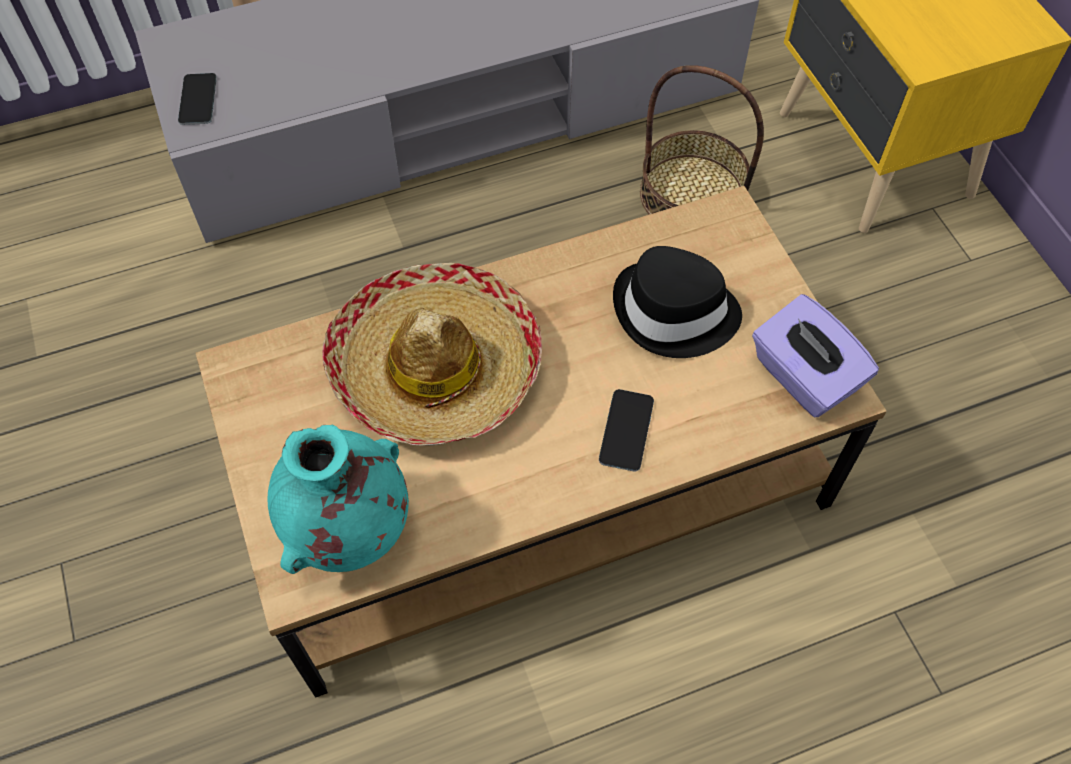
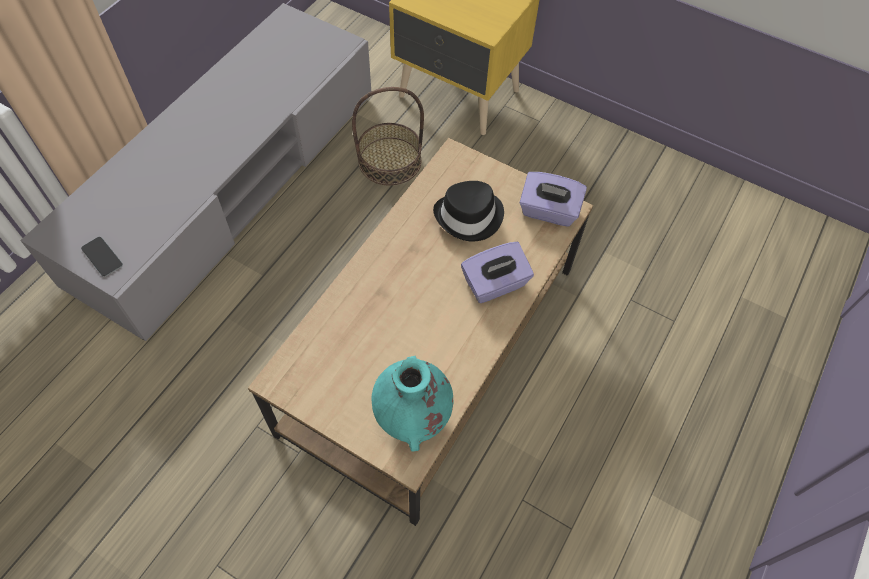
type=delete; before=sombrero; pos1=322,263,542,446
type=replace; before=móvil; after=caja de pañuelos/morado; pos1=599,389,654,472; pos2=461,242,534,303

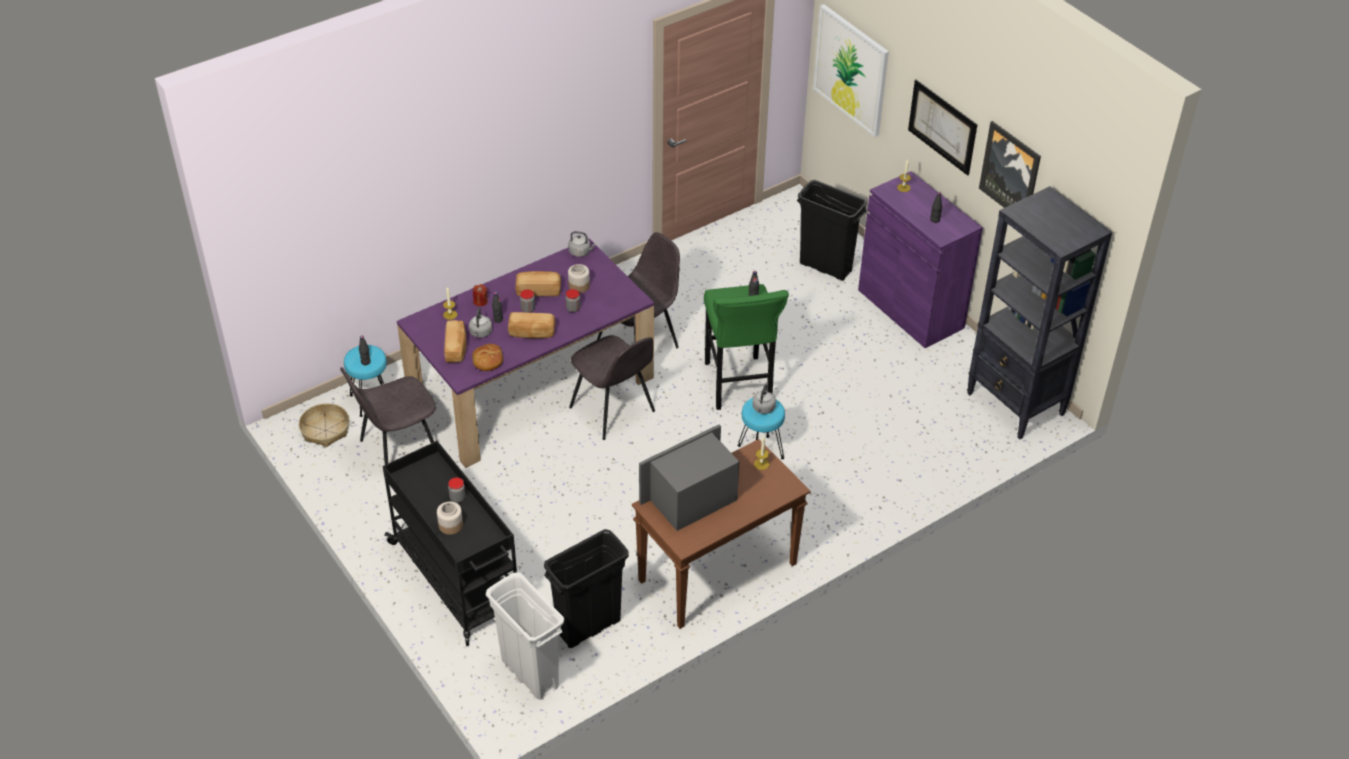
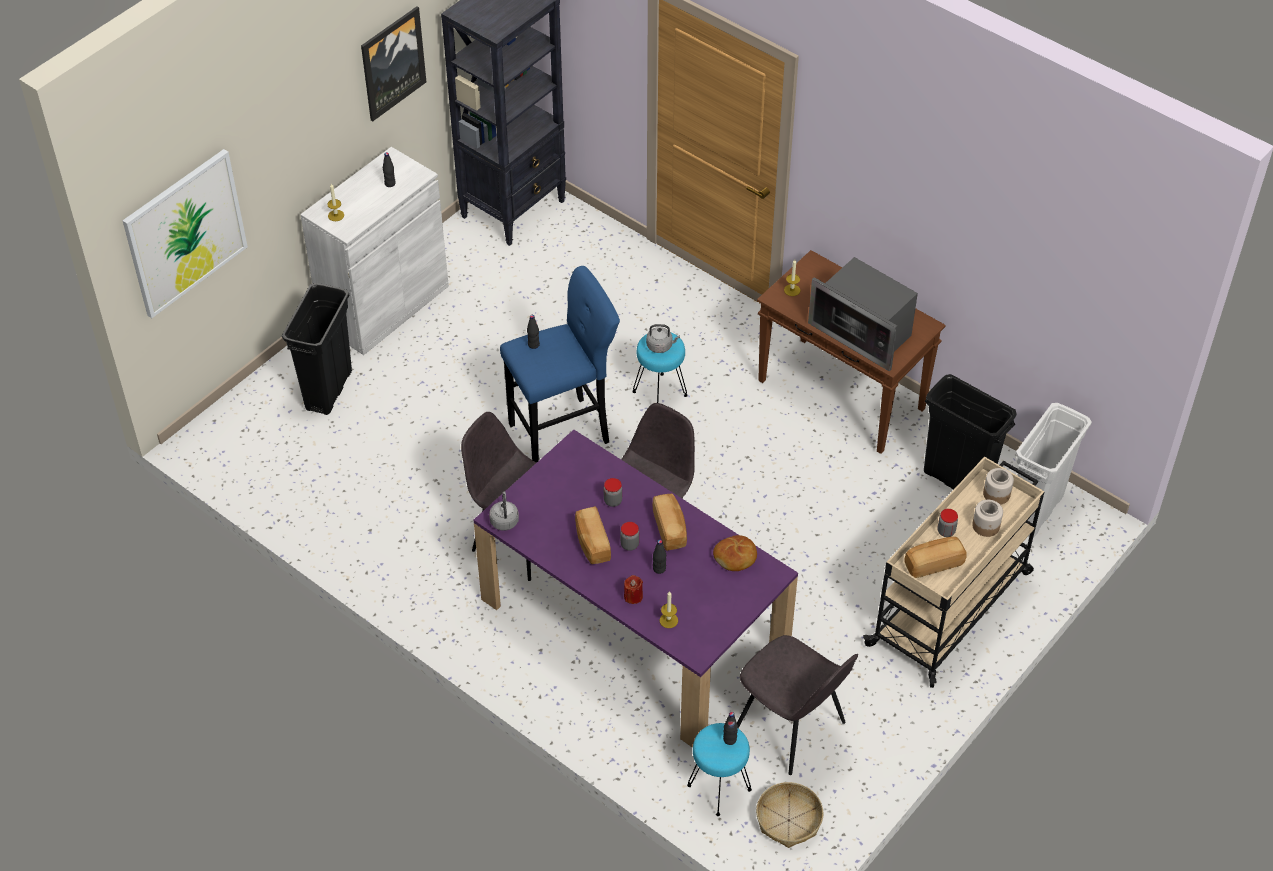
type=recolor; before=carrito/negro; after=carrito/beis; pos1=383,441,517,646; pos2=863,457,1044,688
type=move; before=pan; pos1=444,320,466,363; pos2=905,537,967,578
type=delete; before=hervidor/gris; pos1=469,308,492,338
type=move; before=tarro; pos1=568,264,590,293; pos2=983,468,1014,505
type=recolor; before=taburete/verde; after=taburete/azul; pos1=704,284,789,410; pos2=500,266,620,463
type=recolor; before=armario/morado; after=armario/blanco; pos1=858,171,983,348; pos2=300,147,449,355
type=delete; before=cuadro; pos1=908,80,977,176

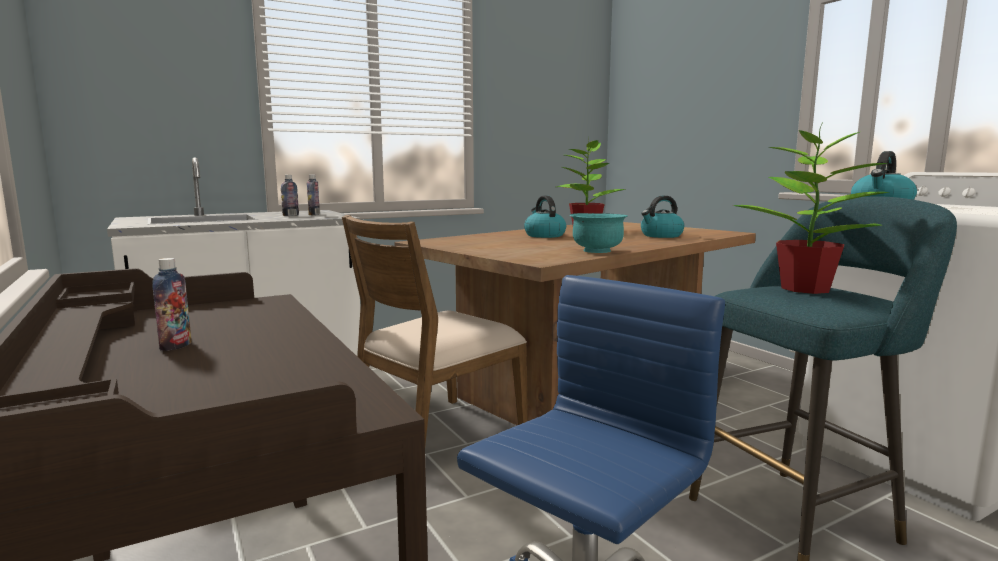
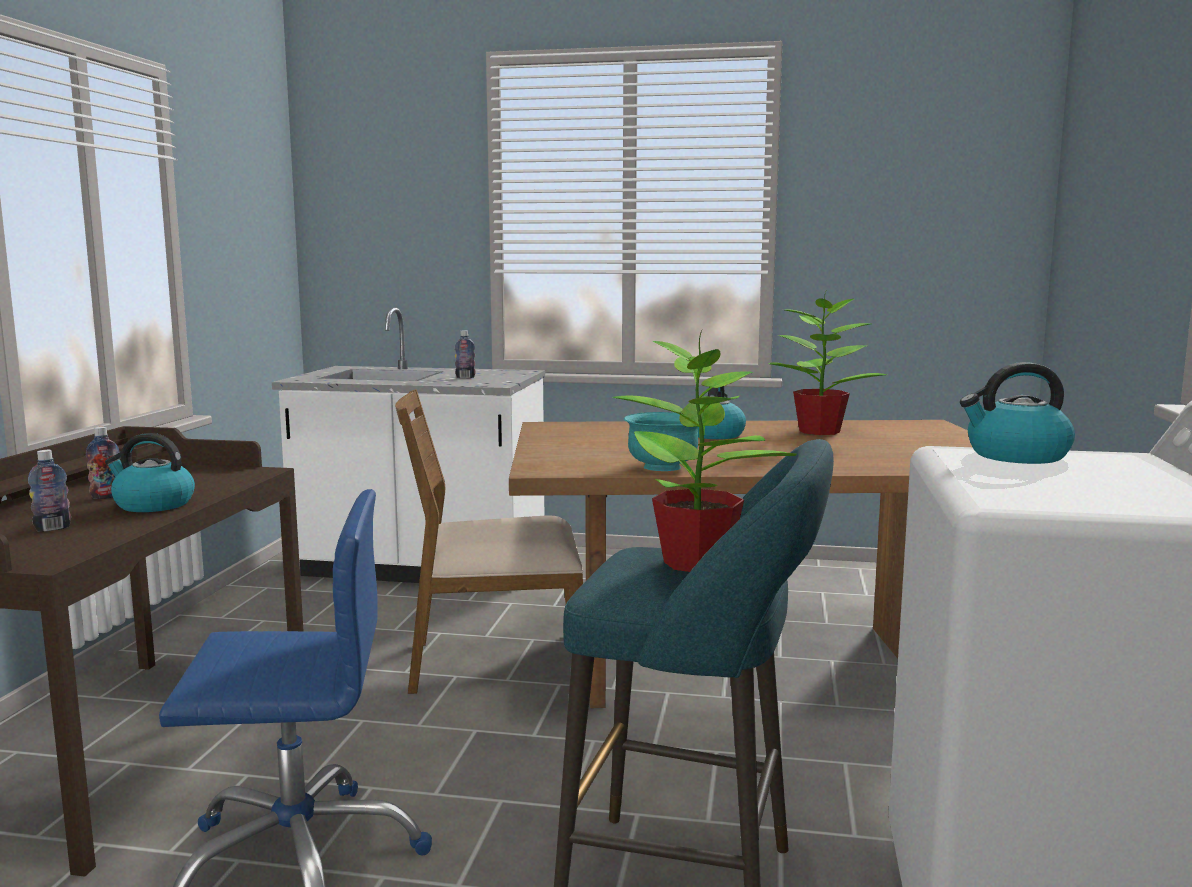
type=move; before=botella; pos1=307,175,320,215; pos2=28,450,71,532
type=move; before=hervidor; pos1=641,196,684,238; pos2=105,433,195,512

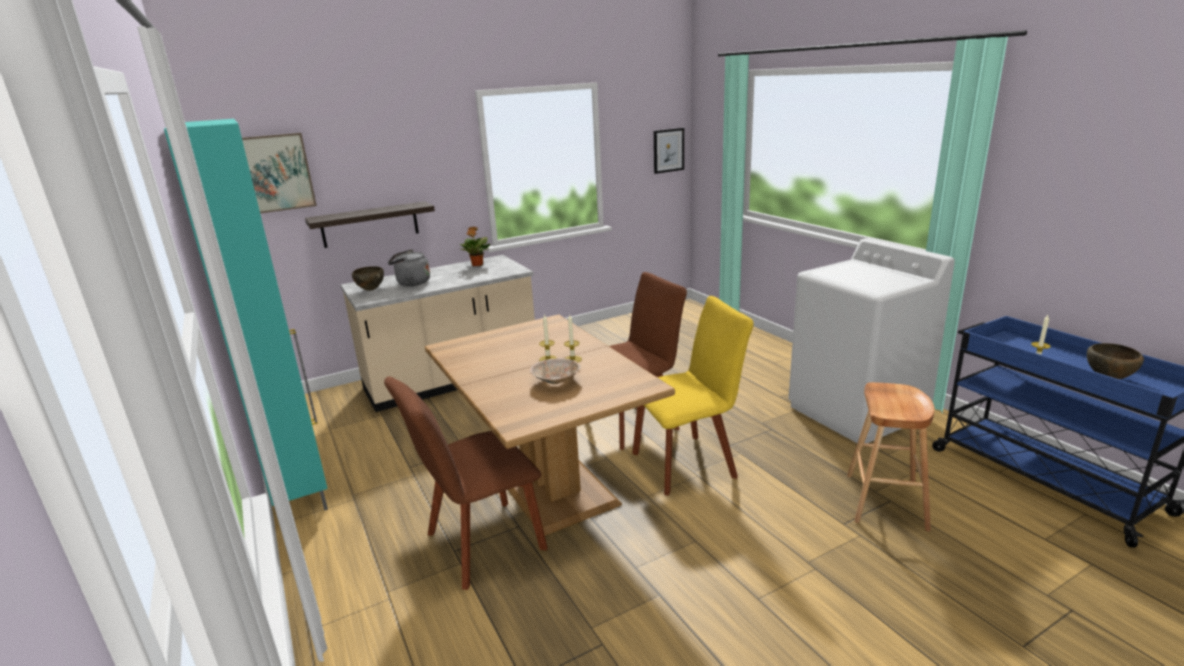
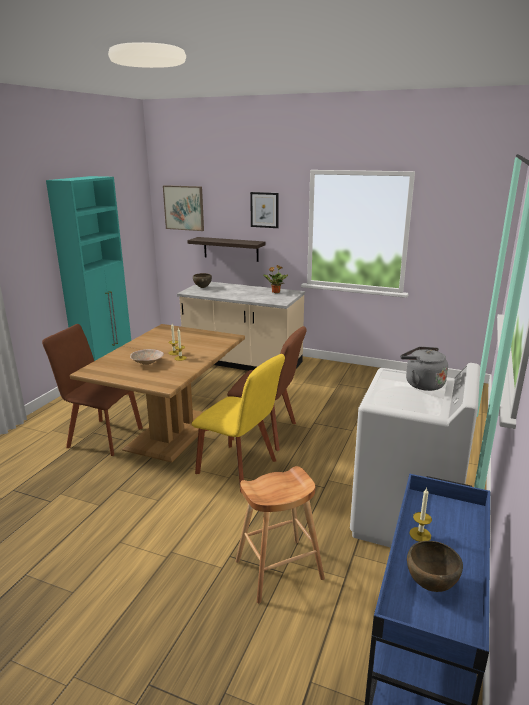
type=move; before=hervidor/gris; pos1=388,249,430,286; pos2=400,347,448,391
type=move; before=cuadro; pos1=654,128,684,174; pos2=250,192,279,228

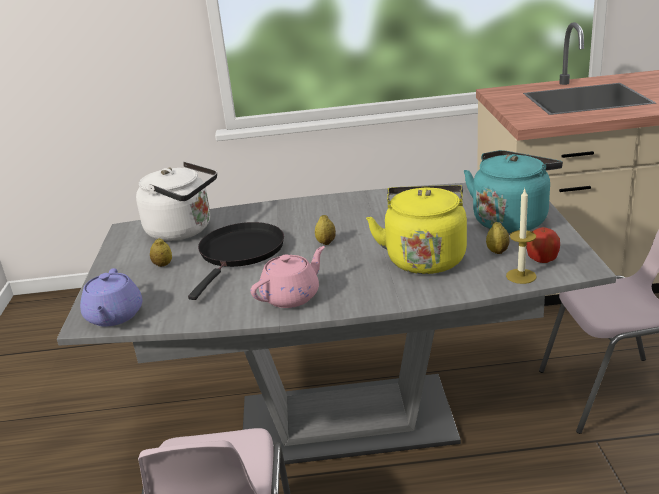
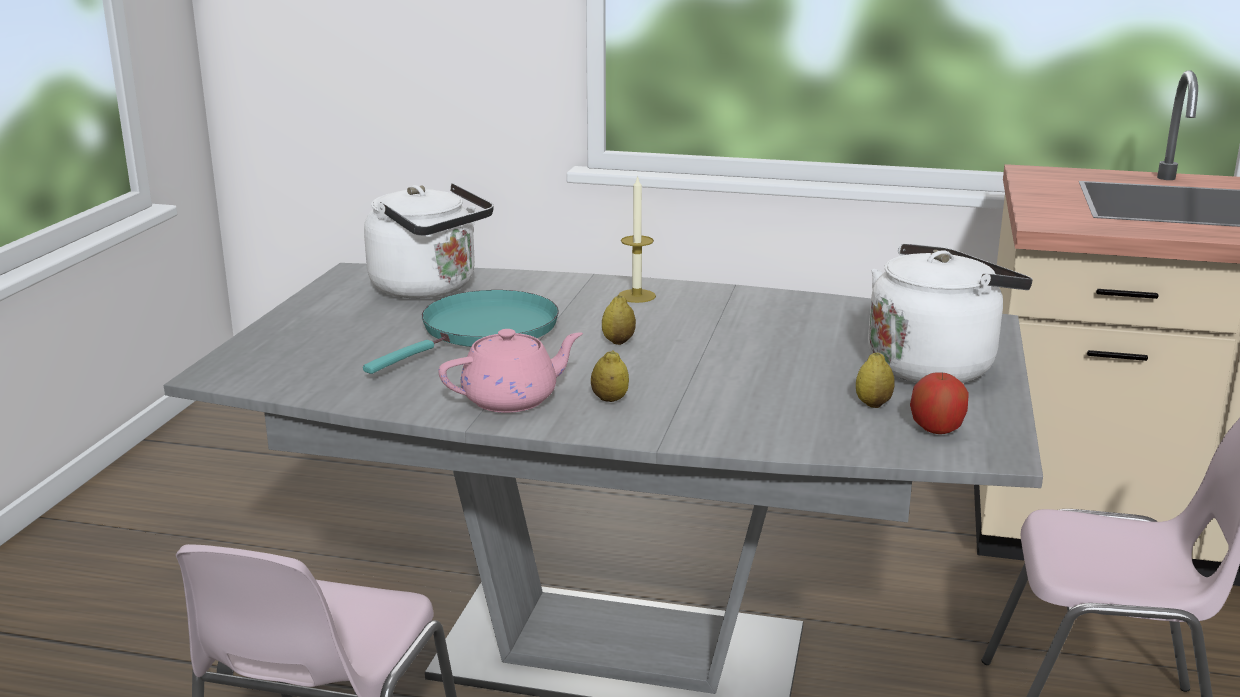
type=delete; before=tetera/morado; pos1=80,268,142,327
type=move; before=limón; pos1=150,238,172,267; pos2=591,350,629,402
type=recolor; before=sartén/negro; after=sartén/turquesa; pos1=188,222,284,300; pos2=363,290,559,374
type=delete; before=hervidor/amarillo; pos1=366,185,467,274
type=recolor; before=hervidor/turquesa; after=hervidor/blanco; pos1=464,150,563,233; pos2=868,243,1033,383
type=move; before=vela; pos1=506,189,536,284; pos2=618,175,656,303

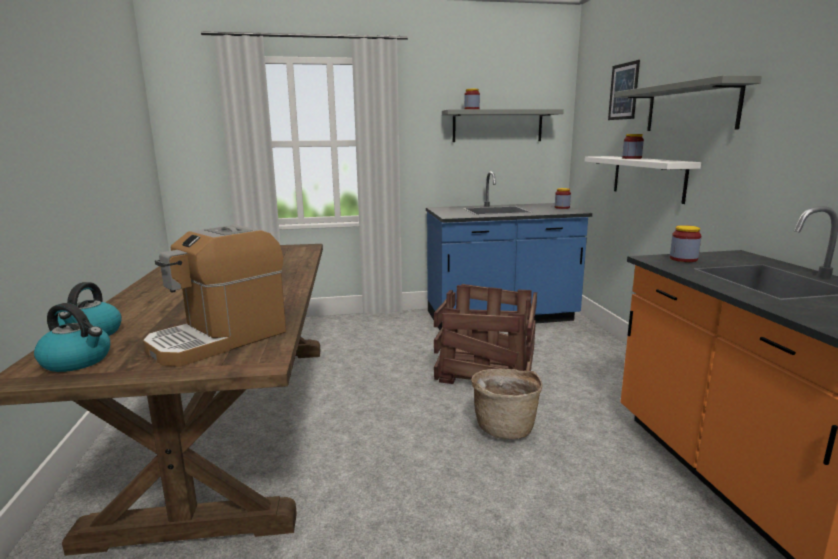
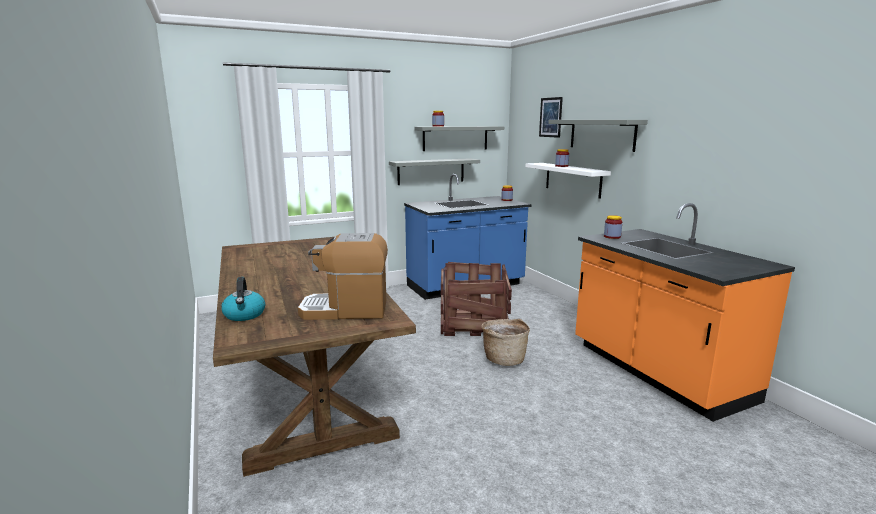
type=delete; before=hervidor; pos1=34,303,110,372
type=rotate; before=cafetera; pos1=143,225,286,366; pos2=298,233,388,320; turn=60
type=insert; after=estante/gris; pos2=389,158,480,185

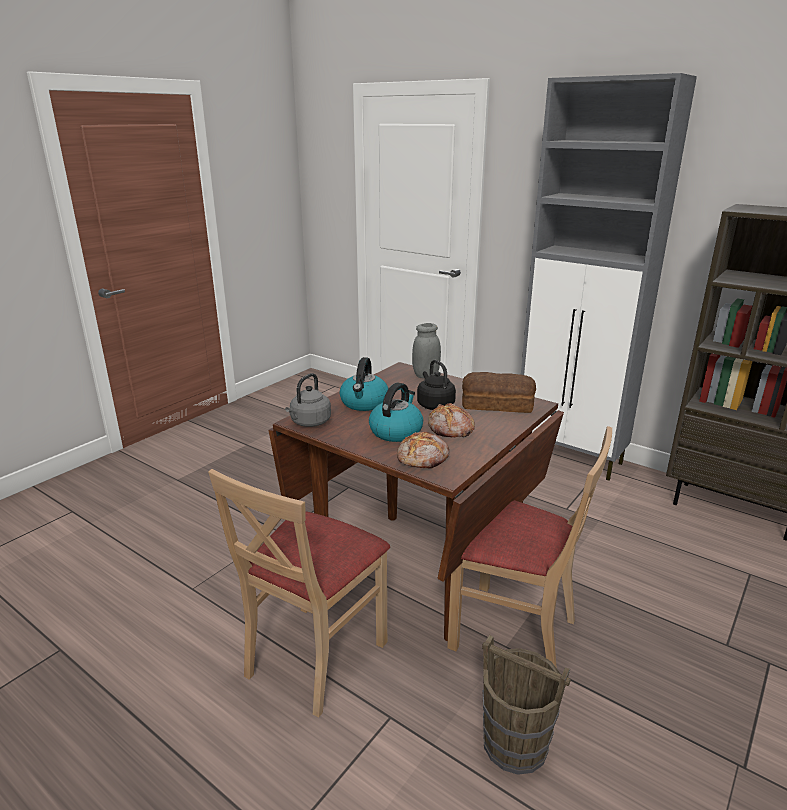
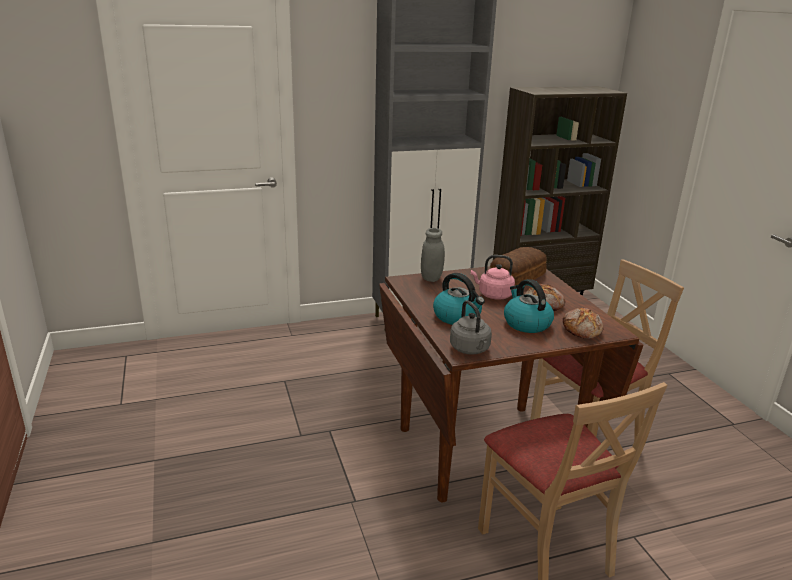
type=recolor; before=hervidor/negro; after=hervidor/rosa; pos1=417,360,456,410; pos2=471,255,515,300
type=delete; before=cubo/marrón; pos1=482,635,571,775

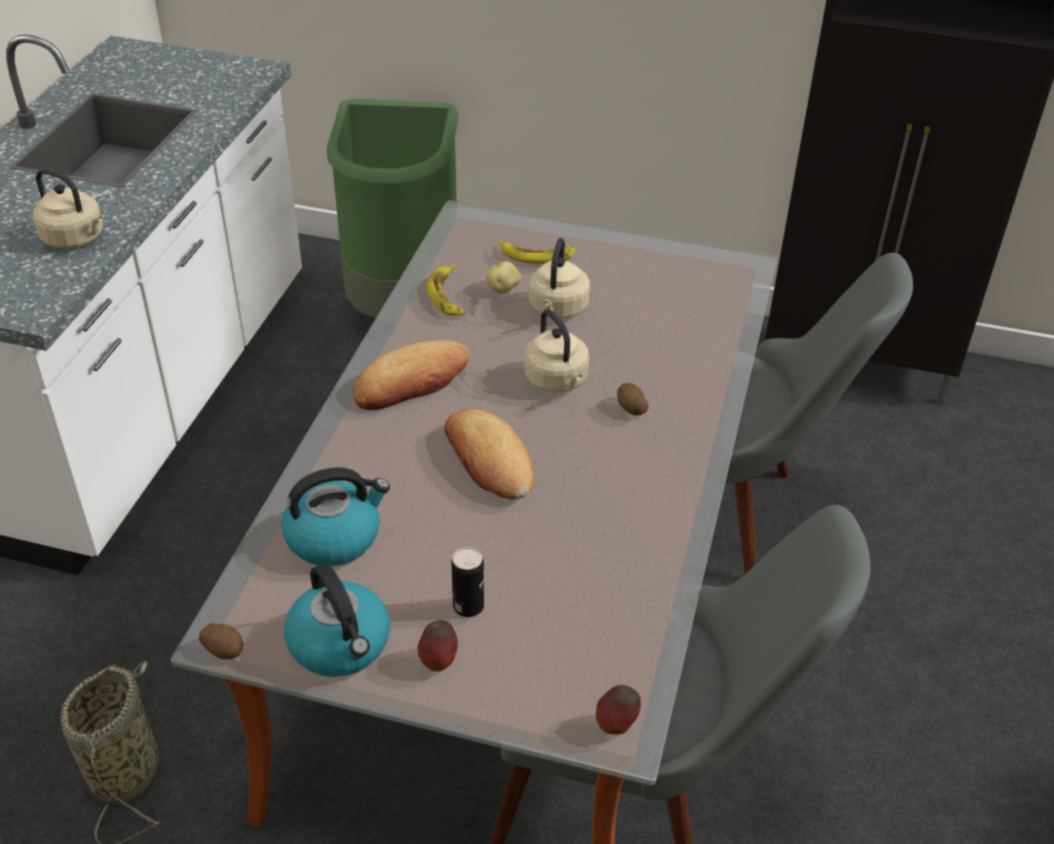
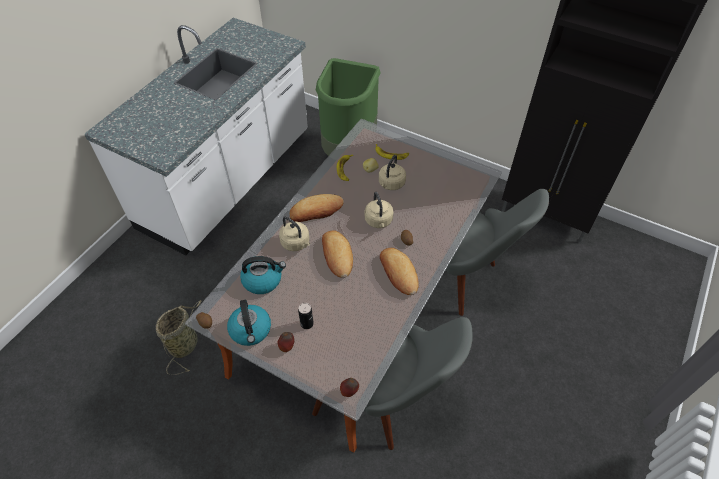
type=move; before=hervidor/beis; pos1=33,169,103,249; pos2=279,217,310,251
type=insert; after=pan; pos2=380,248,419,295

